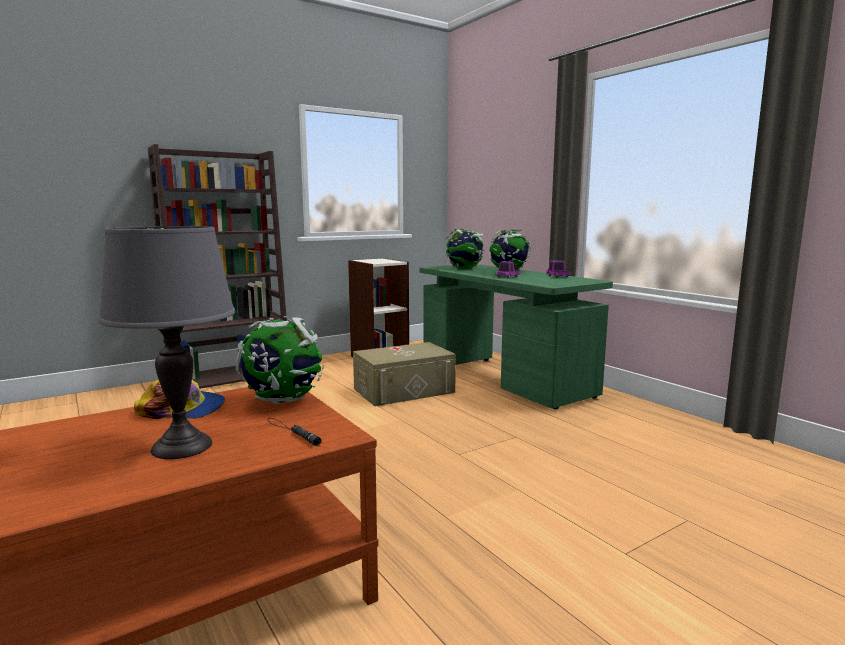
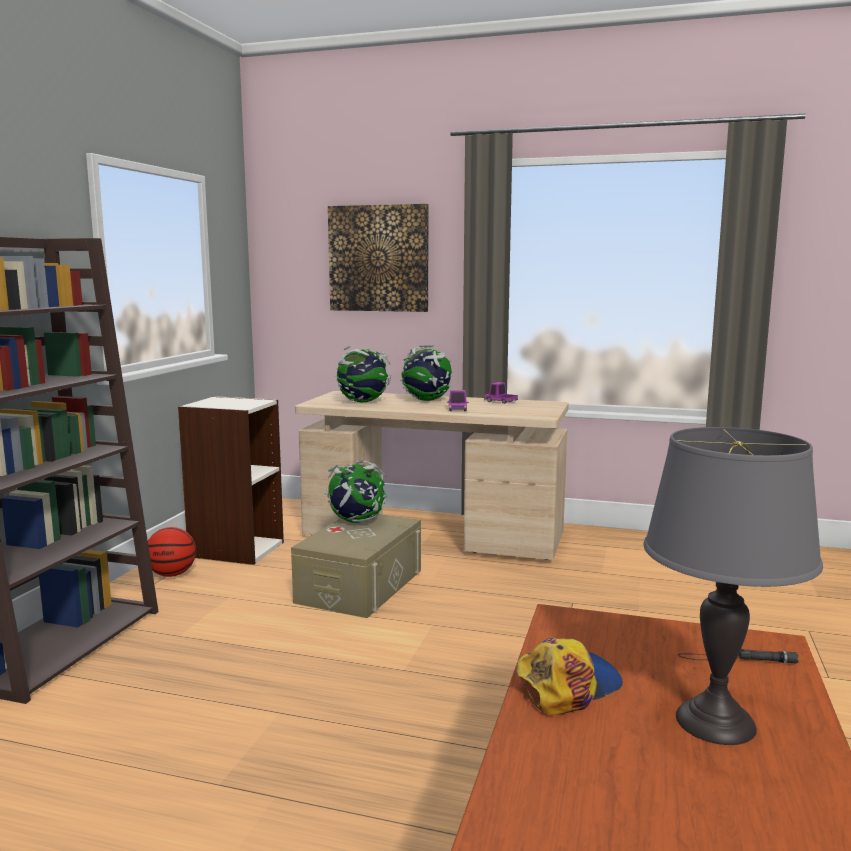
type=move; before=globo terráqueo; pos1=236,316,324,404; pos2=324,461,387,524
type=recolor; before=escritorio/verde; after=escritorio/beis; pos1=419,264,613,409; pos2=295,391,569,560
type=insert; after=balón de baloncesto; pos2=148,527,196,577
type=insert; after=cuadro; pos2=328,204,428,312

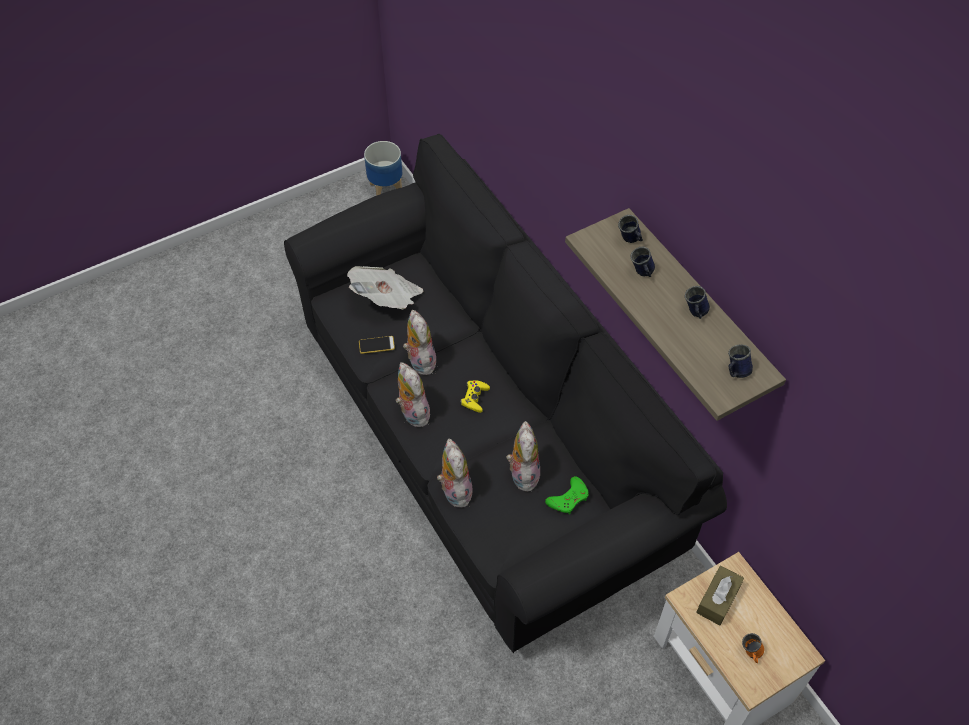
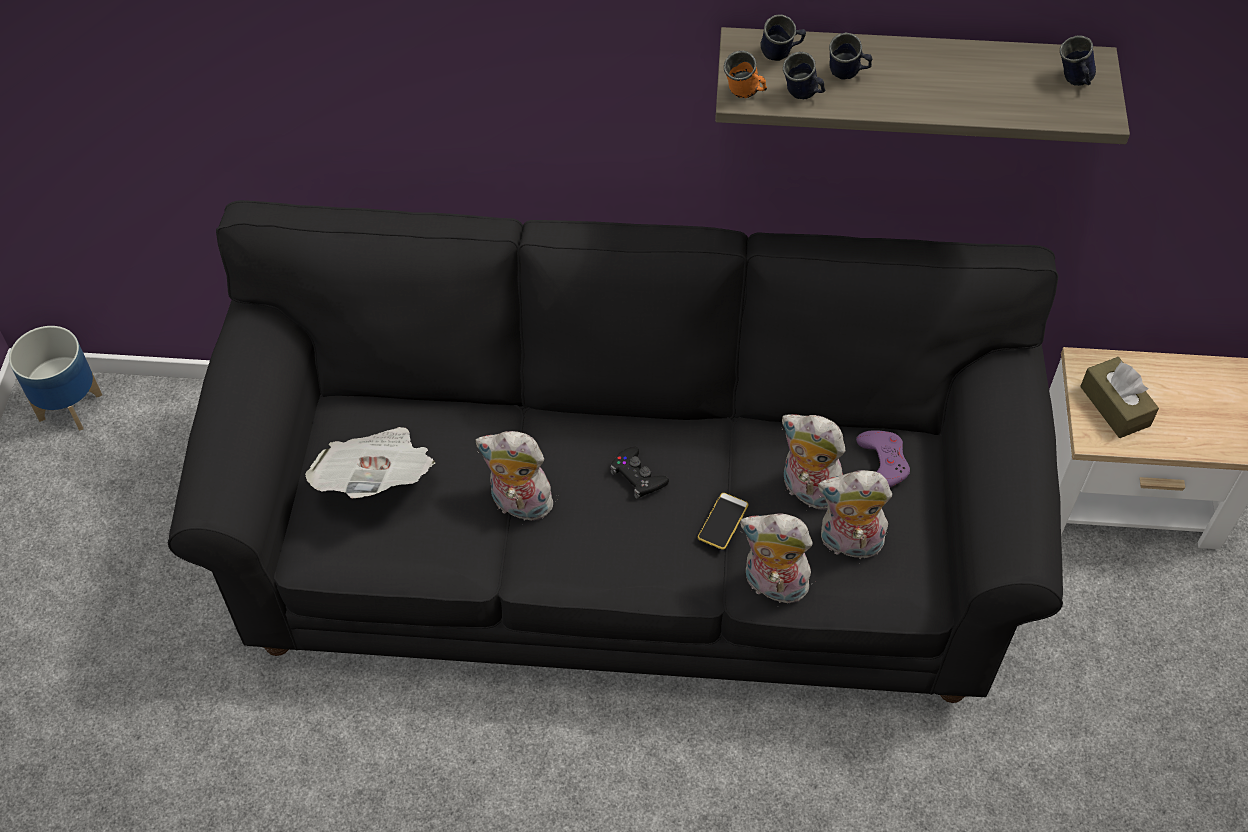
type=move; before=móvil; pos1=359,336,395,354; pos2=698,493,748,550
type=move; before=peluche; pos1=396,362,430,427; pos2=818,470,892,559
type=recolor; before=mando de consola/amarillo; after=mando de consola/negro; pos1=460,380,490,413; pos2=610,447,669,499
type=recolor; before=mando de consola/verde; after=mando de consola/morado; pos1=545,476,589,514; pos2=856,430,910,488
type=move; before=taza grande/azul; pos1=685,286,710,319; pos2=783,52,825,99
type=move; before=taza grande/naranja; pos1=742,633,764,663; pos2=724,51,767,98

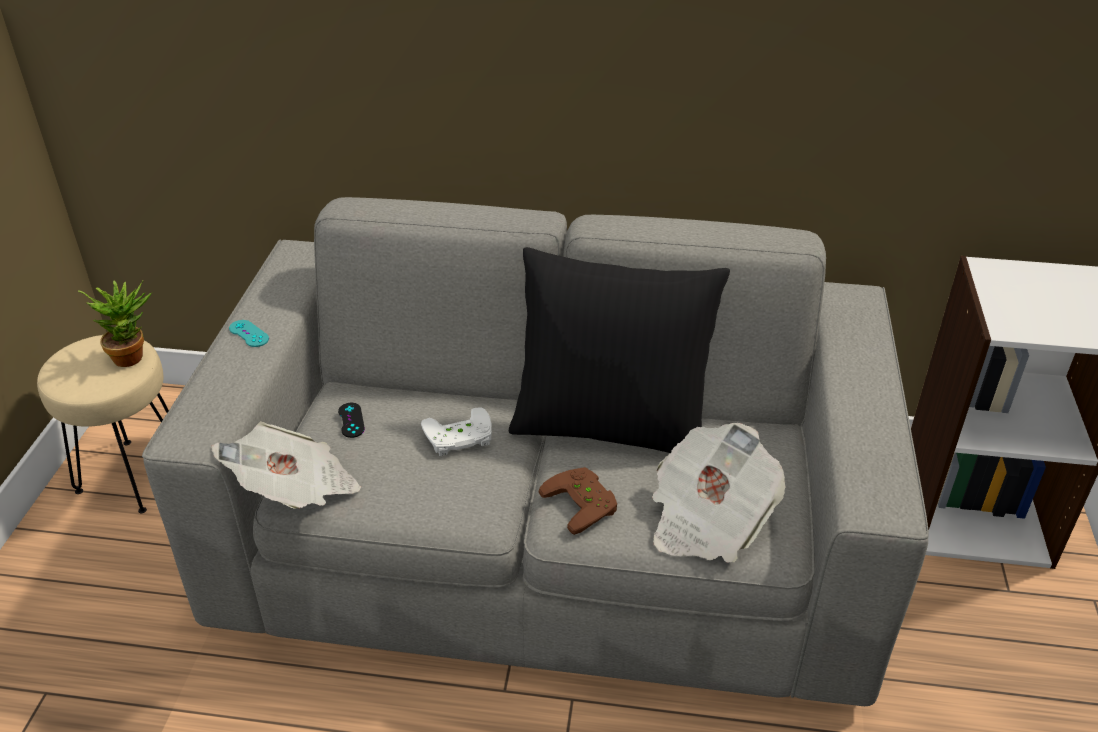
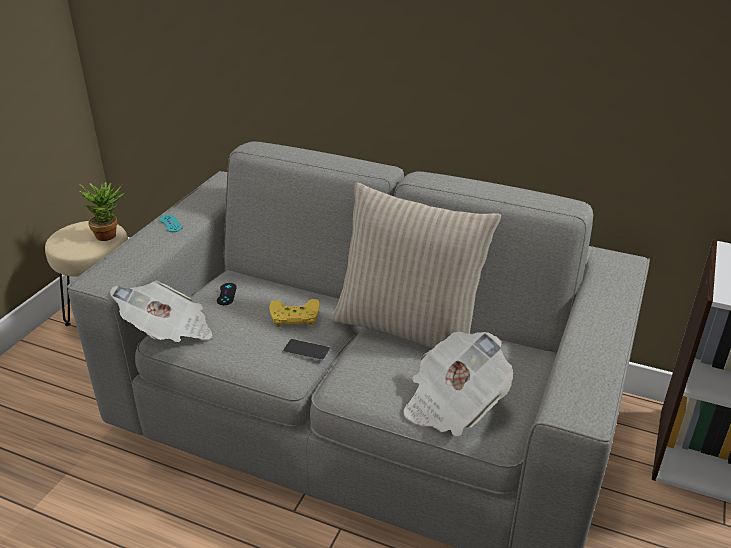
type=recolor; before=mando de consola/blanco; after=mando de consola/amarillo; pos1=421,407,492,456; pos2=270,299,320,327
type=recolor; before=cojín/negro; after=cojín/beis; pos1=509,247,730,453; pos2=332,182,501,348
type=delete; before=mando de consola/marrón; pos1=538,467,617,535
type=insert; after=móvil; pos2=283,339,331,361

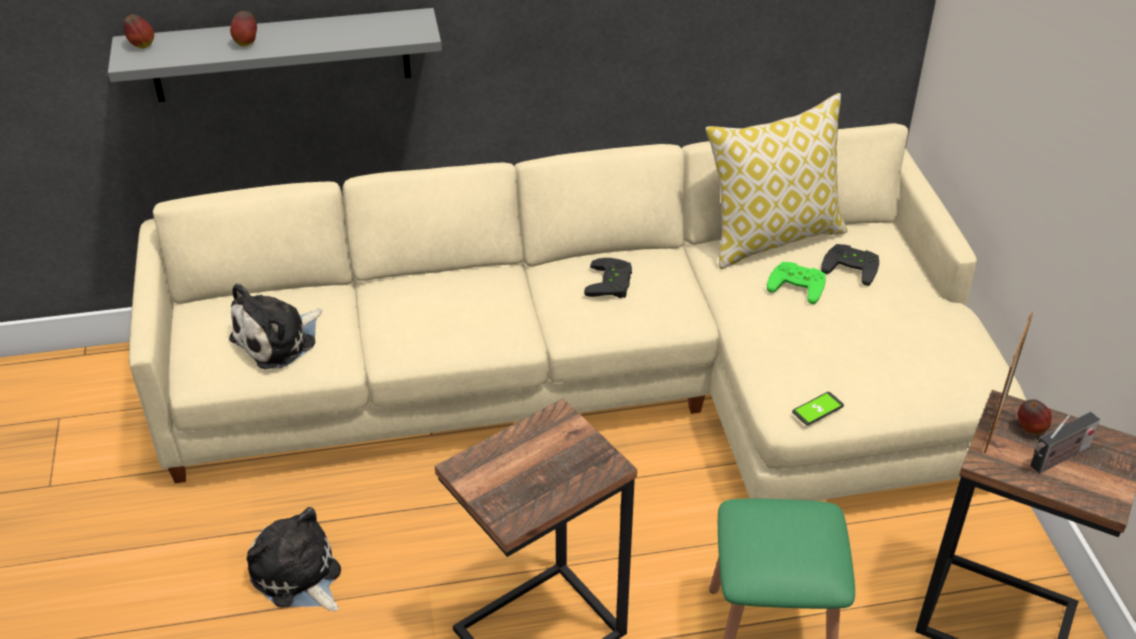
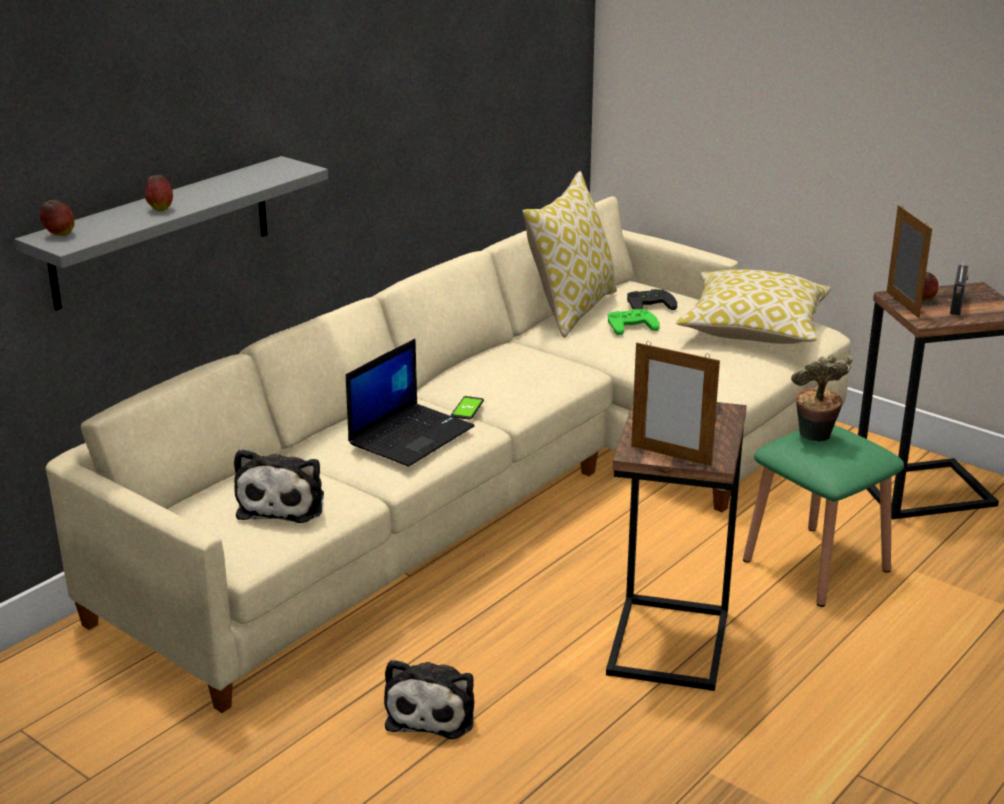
type=rotate; before=peluche; pos1=247,507,341,611; pos2=384,659,475,739; turn=-90
type=delete; before=mando de consola/negro; pos1=584,258,632,298
type=move; before=móvil; pos1=792,392,844,425; pos2=451,396,484,420
type=insert; after=portátil; pos2=346,339,475,467
type=insert; after=portarretratos; pos2=631,341,720,466
type=insert; after=cojín; pos2=676,269,831,344
type=insert; after=planta en maceta; pos2=791,355,853,442

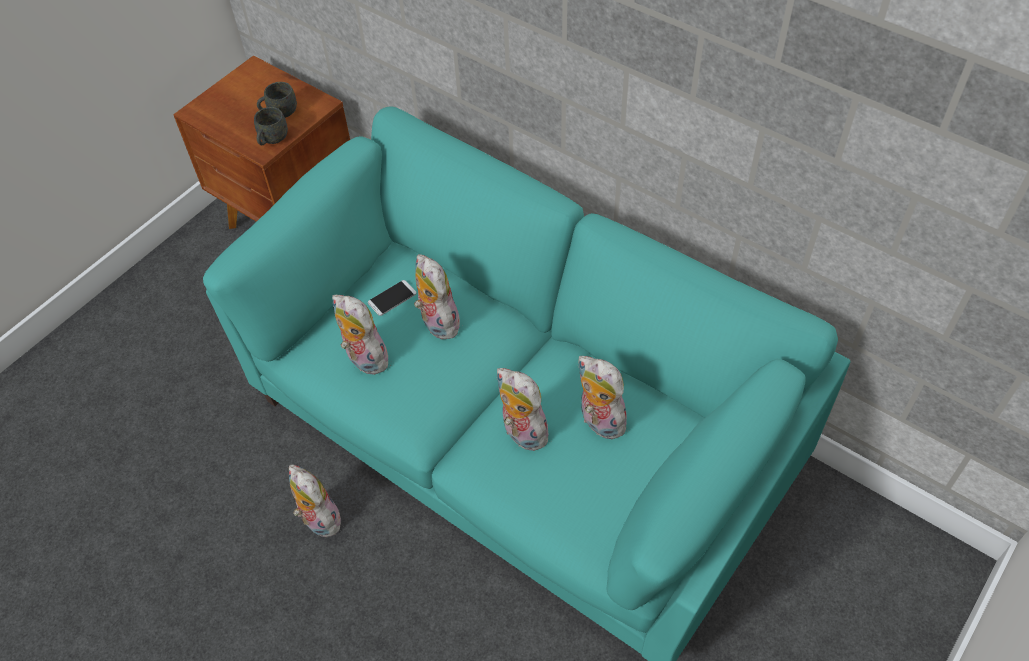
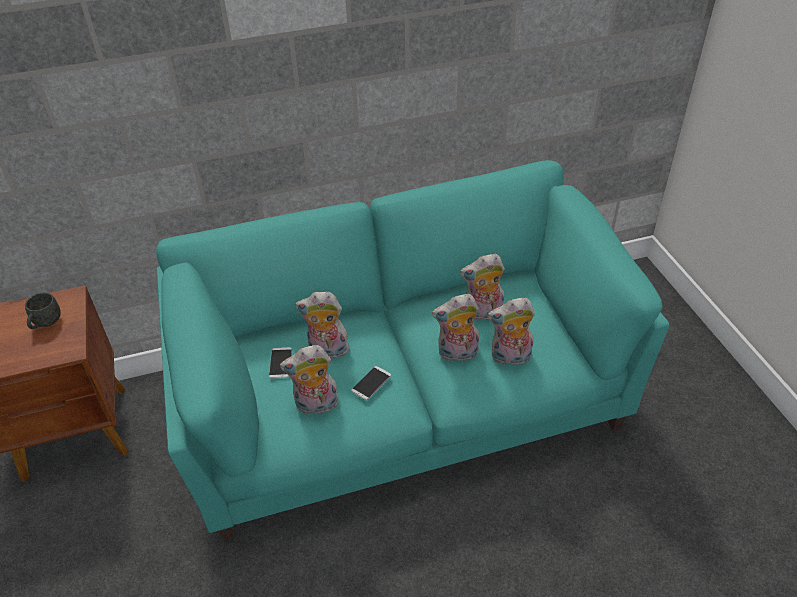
type=delete; before=taza grande/gris; pos1=254,107,288,145
type=move; before=peluche; pos1=289,464,341,538; pos2=487,297,535,367
type=insert; after=móvil; pos2=351,366,391,400

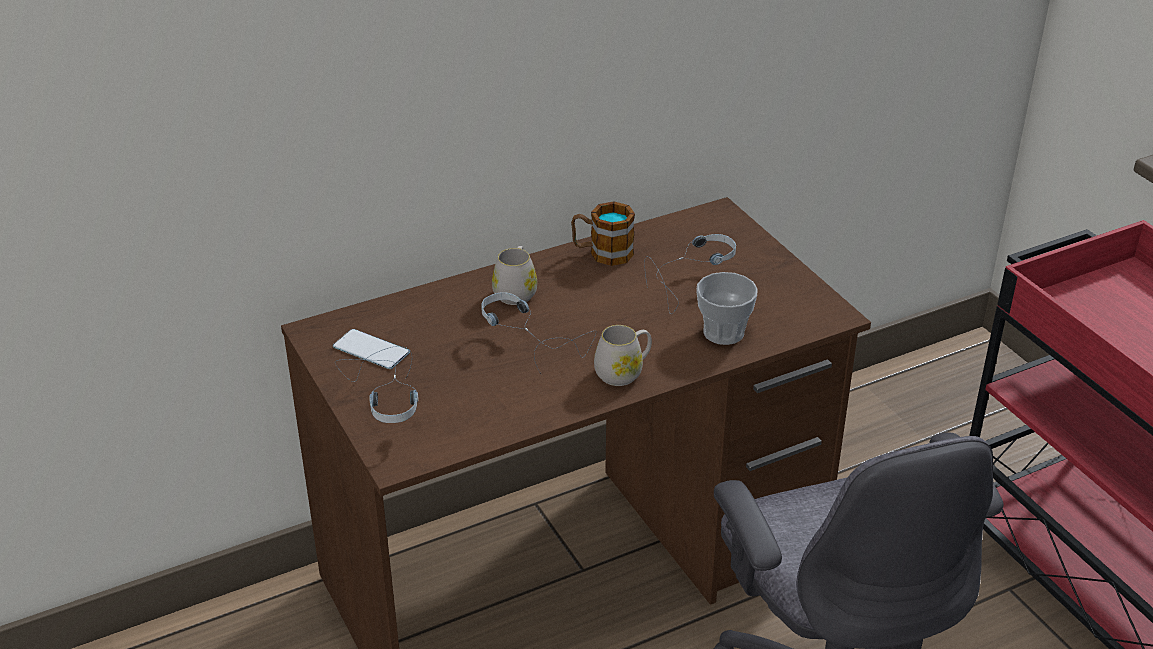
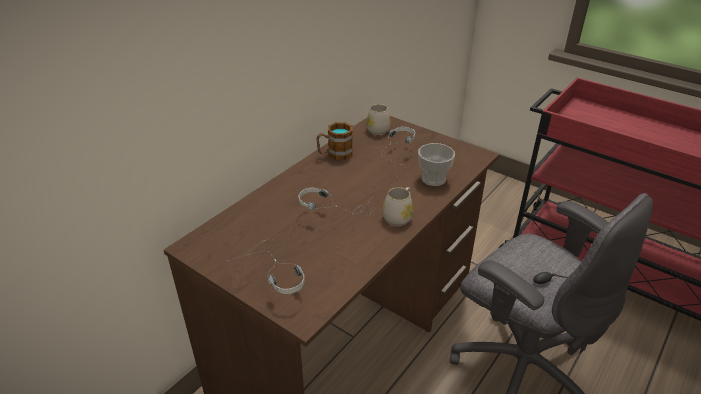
type=delete; before=móvil; pos1=333,329,410,369
type=move; before=taza grande/blanco; pos1=492,246,537,305; pos2=366,104,391,135

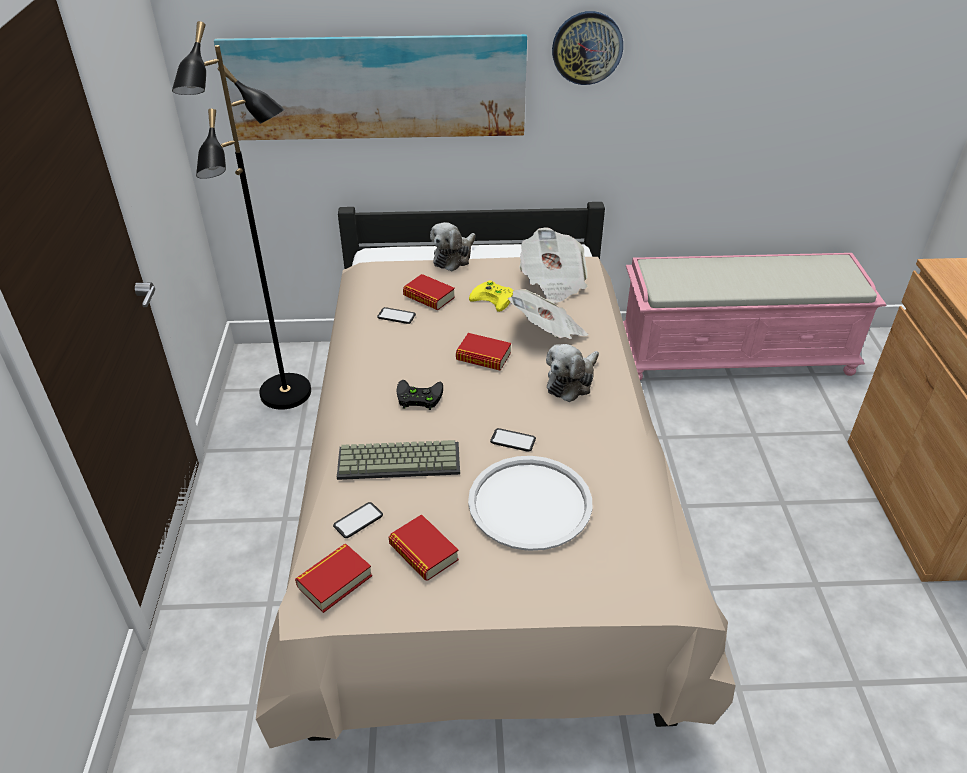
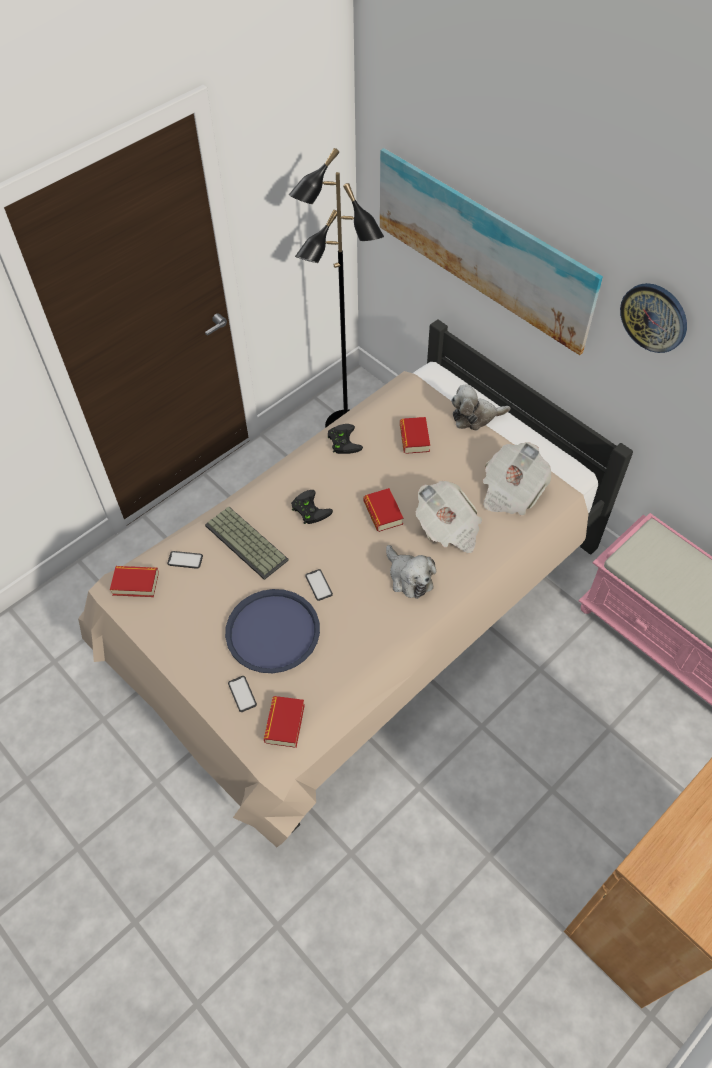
type=move; before=móvil; pos1=377,307,416,324; pos2=228,676,257,712
type=move; before=libro; pos1=389,514,459,581; pos2=264,696,305,748
type=recolor; before=bandeja/blanco; after=bandeja/azul; pos1=468,456,593,551; pos2=225,589,320,673
type=delete; before=mando de consola/amarillo; pos1=469,280,513,312
type=rotate; before=peluche; pos1=546,344,599,402; pos2=386,545,436,599; turn=-120
type=insert; after=mando de consola/negro; pos2=328,424,363,454

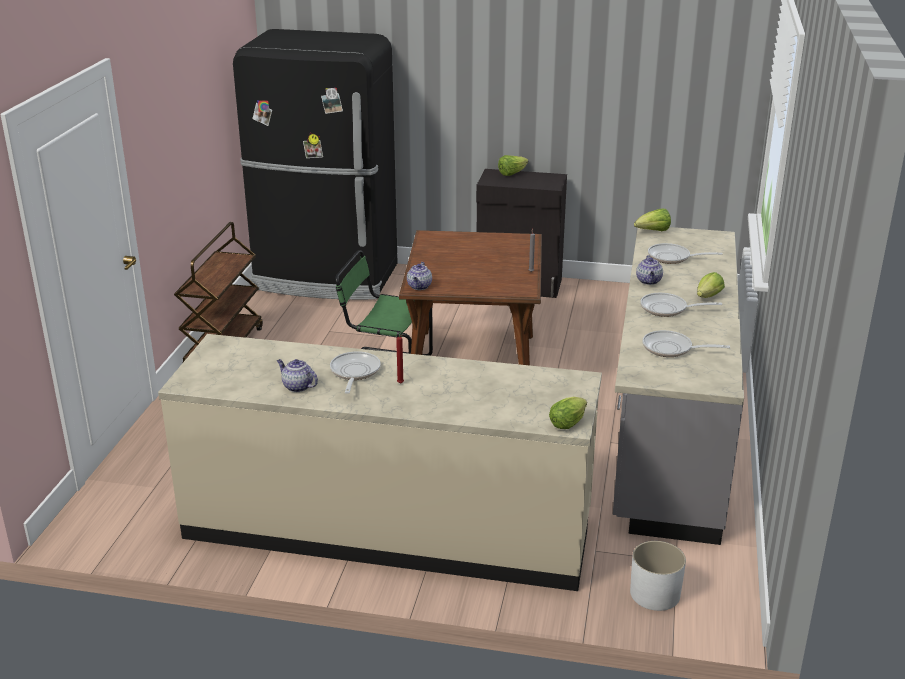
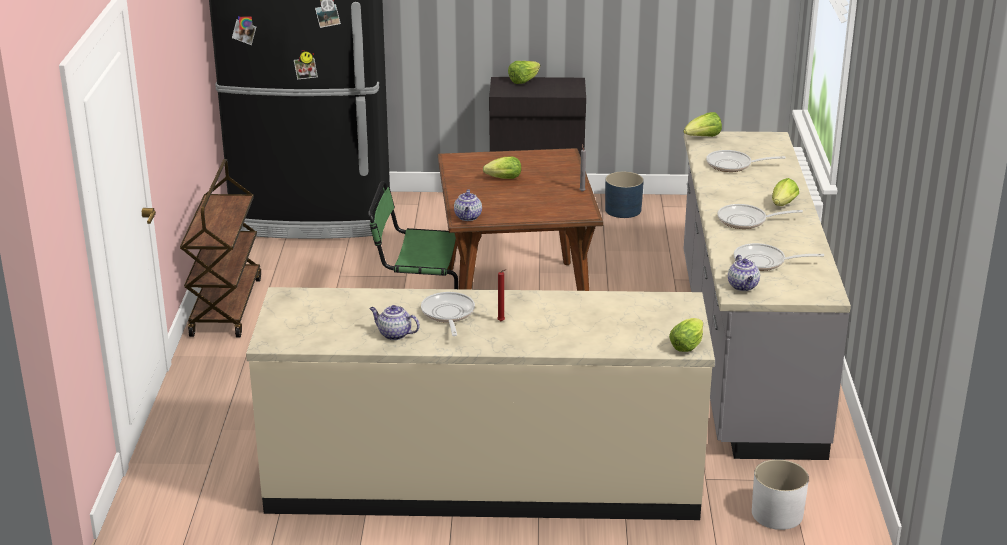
type=move; before=tetera; pos1=636,255,663,285; pos2=728,255,760,291
type=insert; after=lechuga; pos2=483,156,521,179
type=insert; after=maceta/azul; pos2=605,171,644,218

